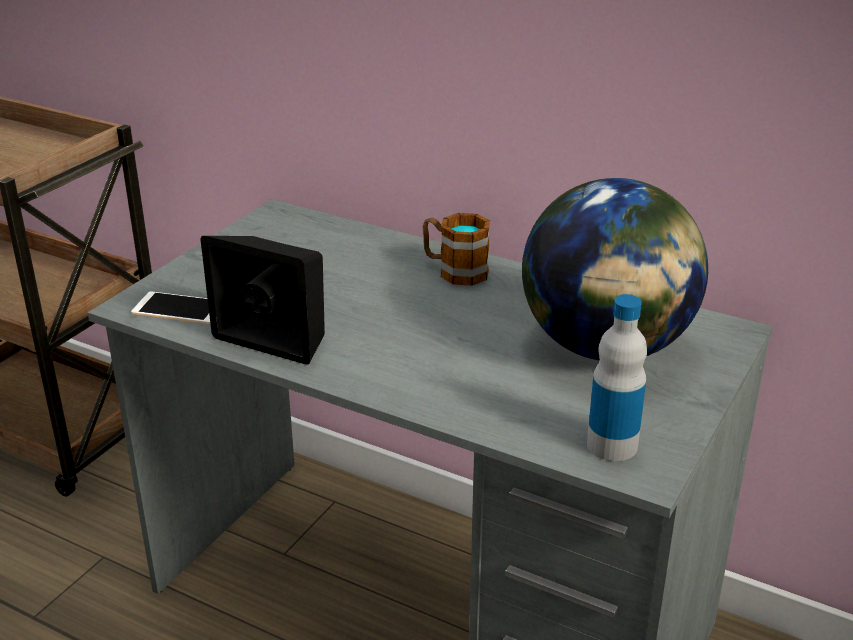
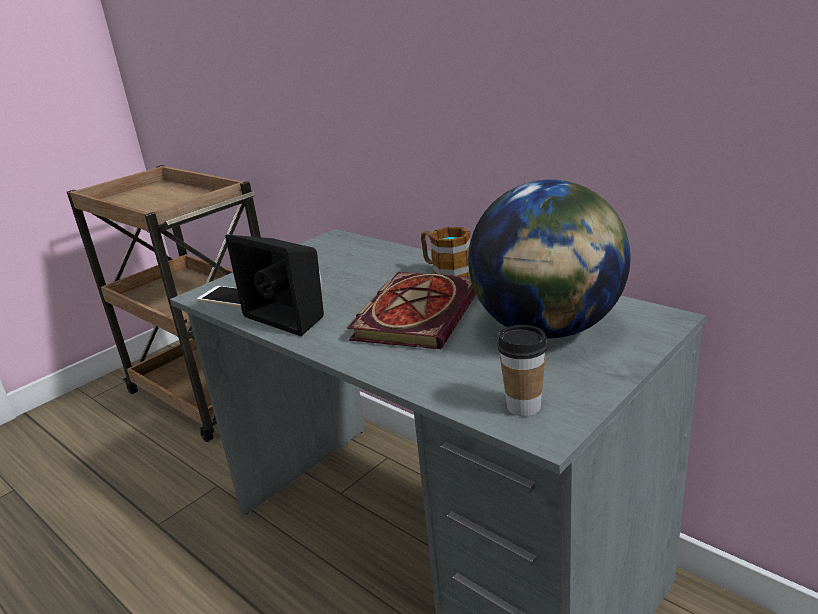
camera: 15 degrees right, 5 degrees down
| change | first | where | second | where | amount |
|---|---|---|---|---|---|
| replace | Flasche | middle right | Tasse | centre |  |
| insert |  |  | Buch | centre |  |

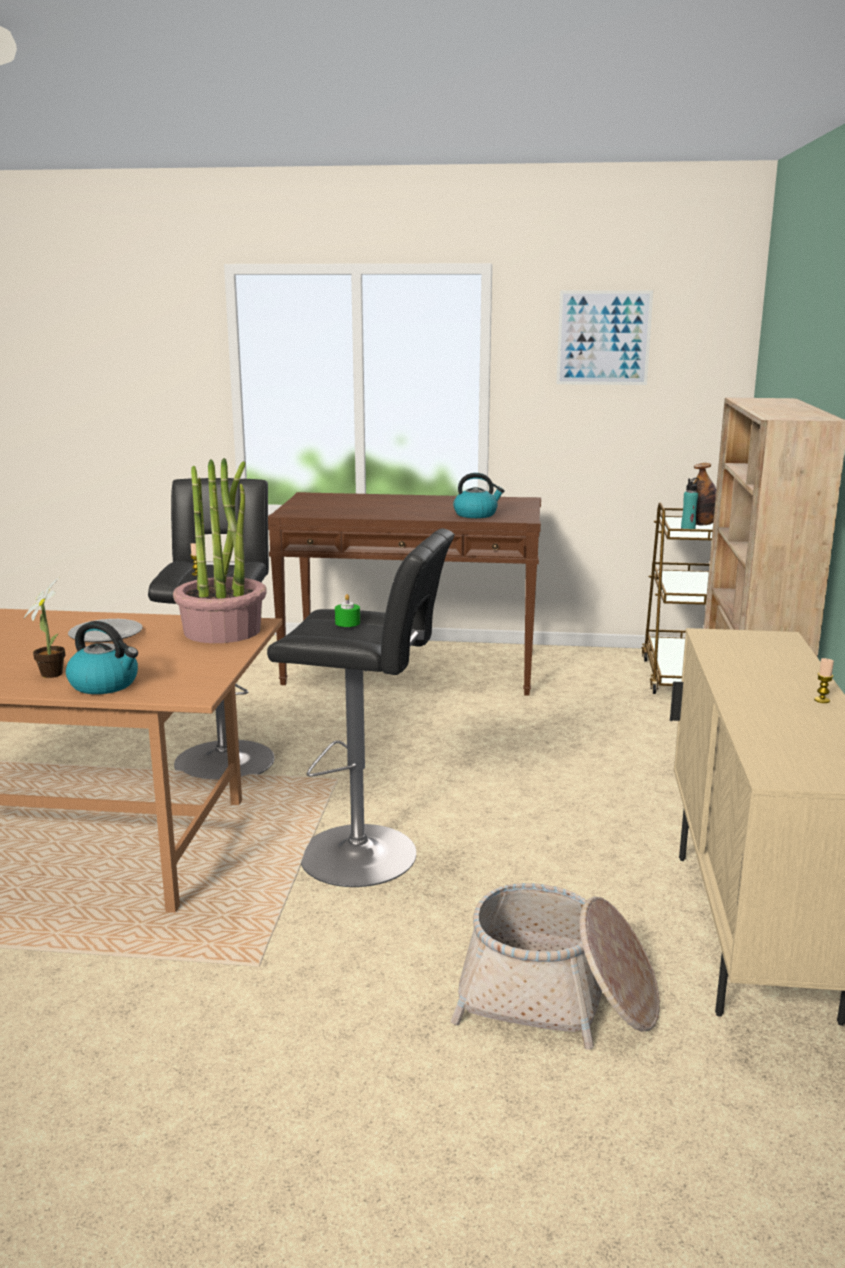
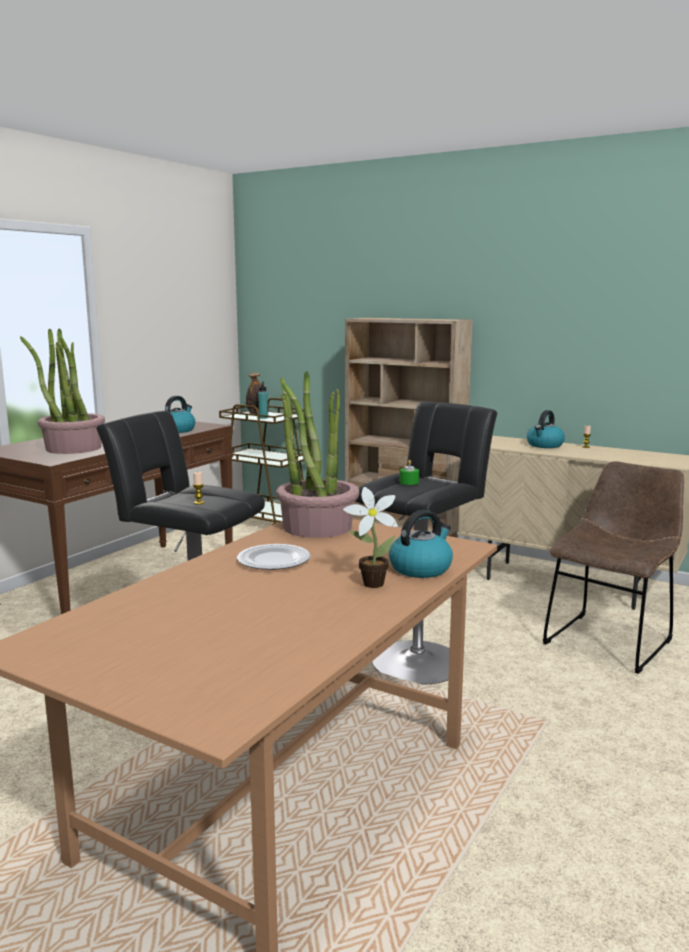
camera: 65 degrees left, 5 degrees down
| change | first | where | second | where | amount |
|---|---|---|---|---|---|
| replace | Korb | bottom centre | Stuhl/braun | middle right |  |
| delete | Bild | top right |  |  |  |
| insert |  |  | Topfpflanze (1st from left) | middle left |  |
| insert |  |  | Wasserkessel (3rd from left) | middle right |  |

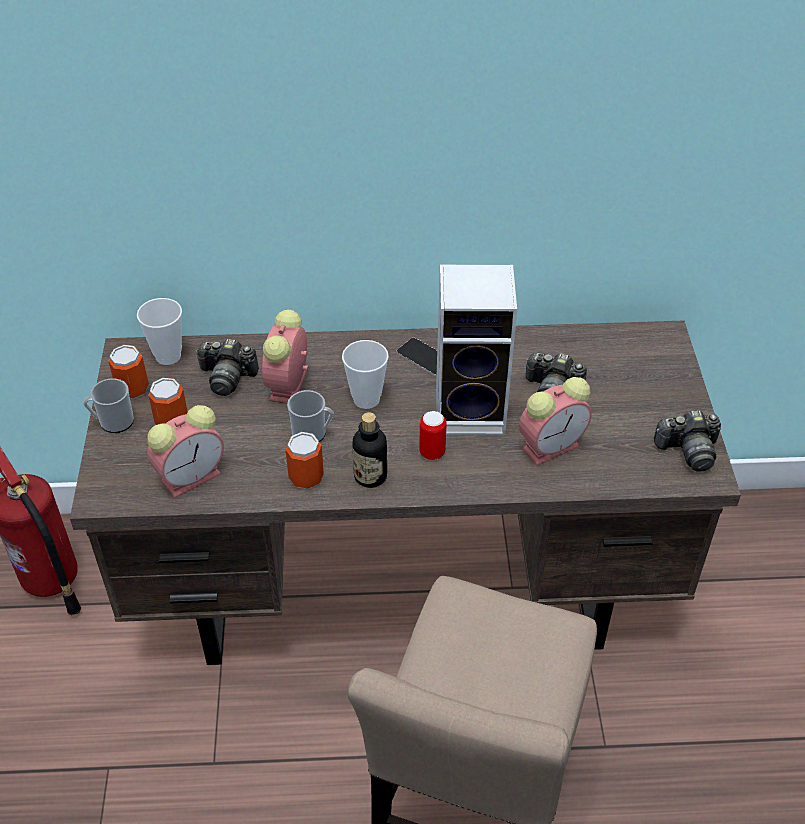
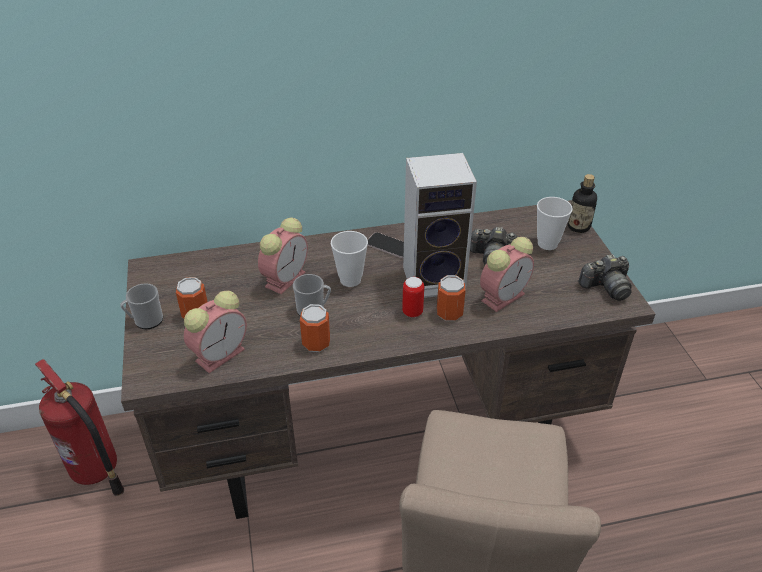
camera: 10 degrees left, 5 degrees down
| change | first | where | second | where | amount |
|---|---|---|---|---|---|
| move | Dose (1st from left in the first image) | middle left | Dose (4th from left) | centre |  |
| move | Tasse (1st from left in the first image) | middle left | Tasse (2nd from left) | middle right |  |
| delete | Kamera (1st from left) | middle left |  |  |  |
| rotate | Wecker (2nd from left) | centre |  | centre | 150 degrees counterclockwise |
| move | Flasche | centre |  | middle right |  |

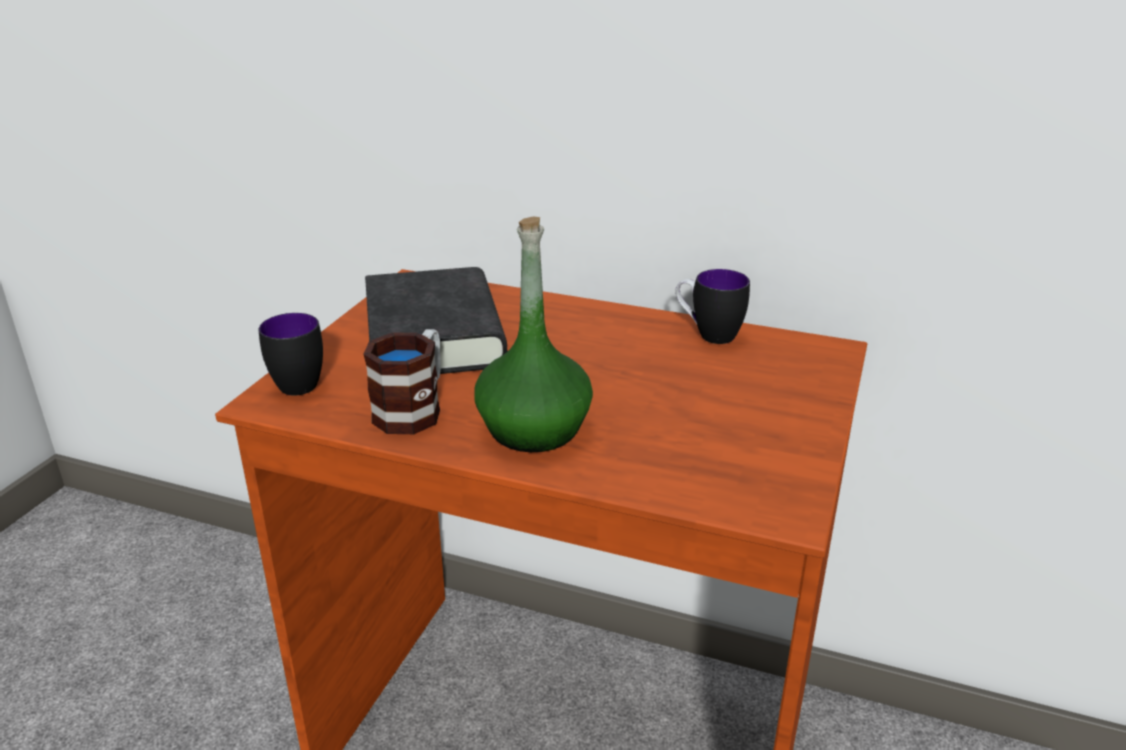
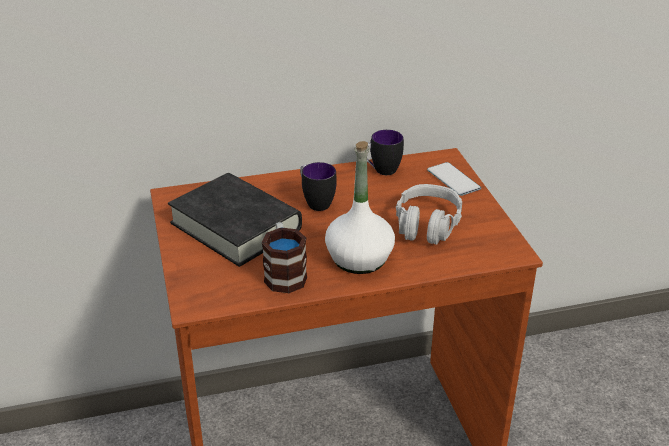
camera: 35 degrees left, 5 degrees up
| change | first | where | second | where | amount |
|---|---|---|---|---|---|
| move | Henkelbecher (1st from left in the first image) | middle left | Henkelbecher (2nd from left) | centre |  |
| recolor | Flasche/grün | centre | Flasche/weiß | centre |  |
| insert |  |  | Kopfhörer/grau | centre |  |
| insert |  |  | Handy | middle right |  |

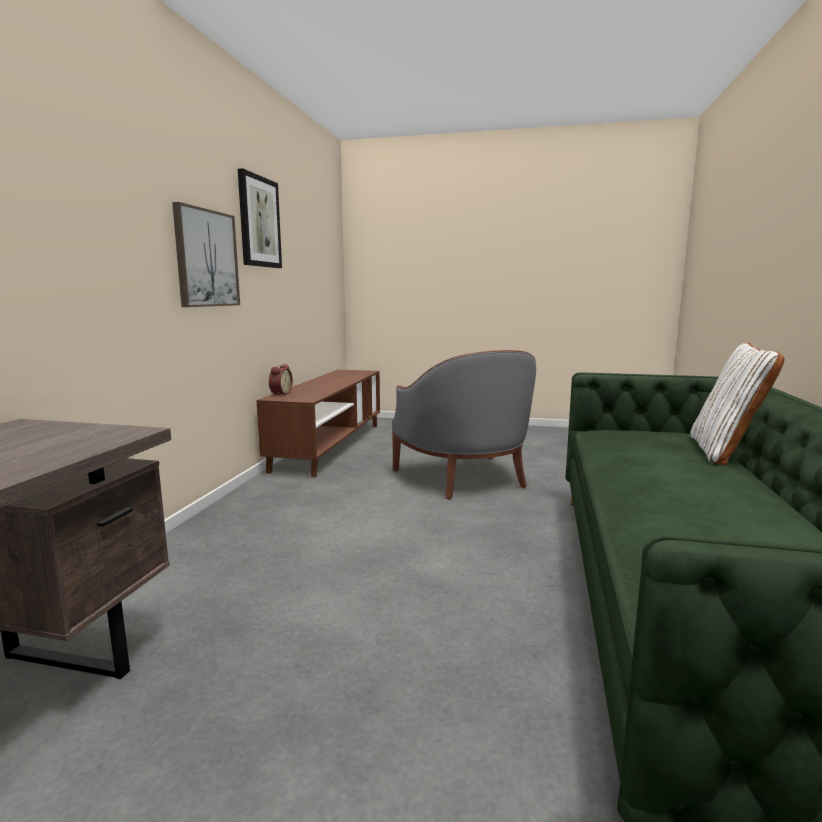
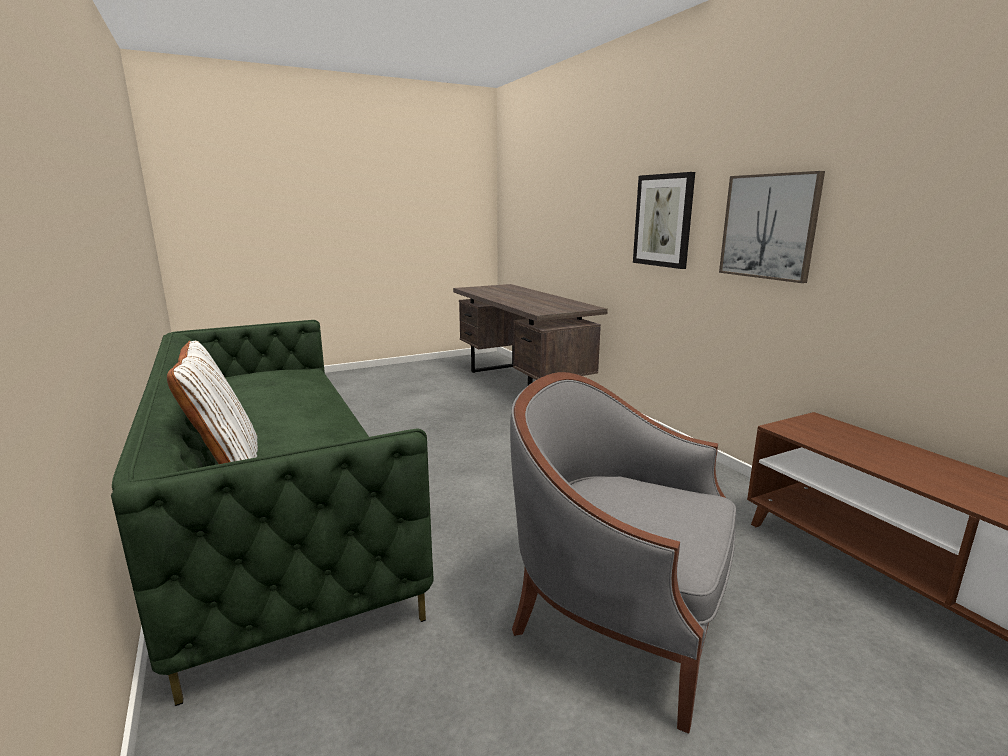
camera: 140 degrees right, 5 degrees up
| change | first | where | second | where | amount |
|---|---|---|---|---|---|
| move | Bild (2nd from left in the first image) | top left | Bild (1st from left) | top centre |  |
| delete | Wecker | centre |  |  |  |

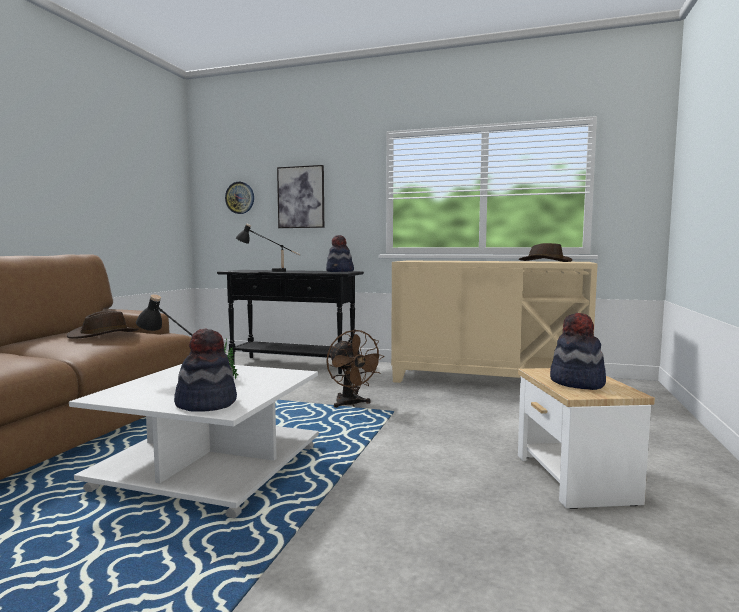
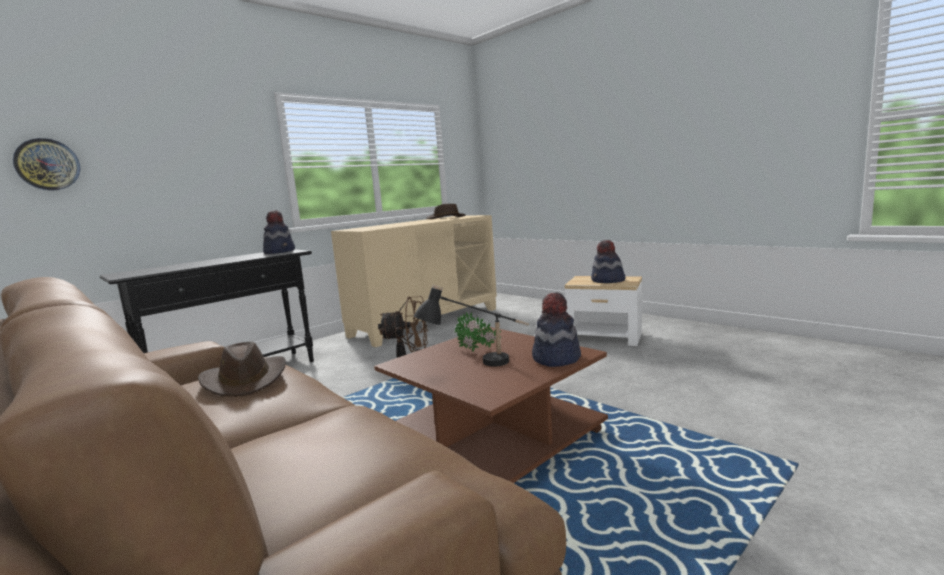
camera: 60 degrees left, 5 degrees up
| change | first | where | second | where | amount |
|---|---|---|---|---|---|
| recolor | Couchtisch/weiß | bottom left | Couchtisch/braun | bottom centre |  |
| delete | Tischlampe/schwarz (2nd from left) | centre |  |  |  |
| delete | Bild | top centre |  |  |  |

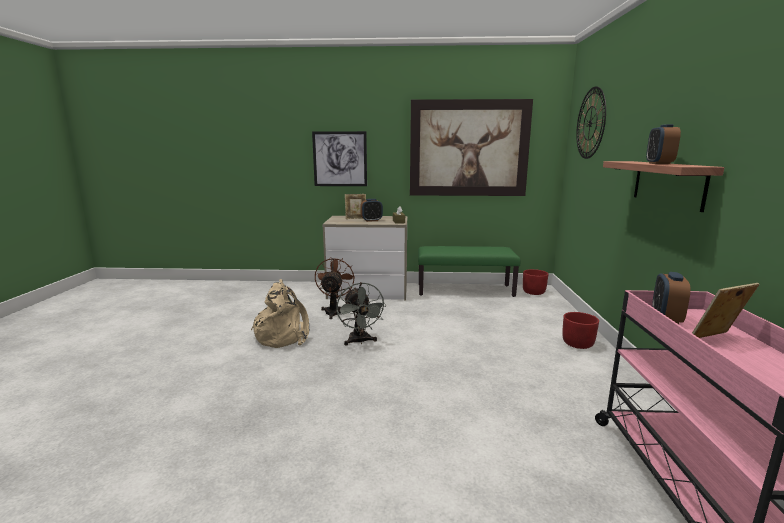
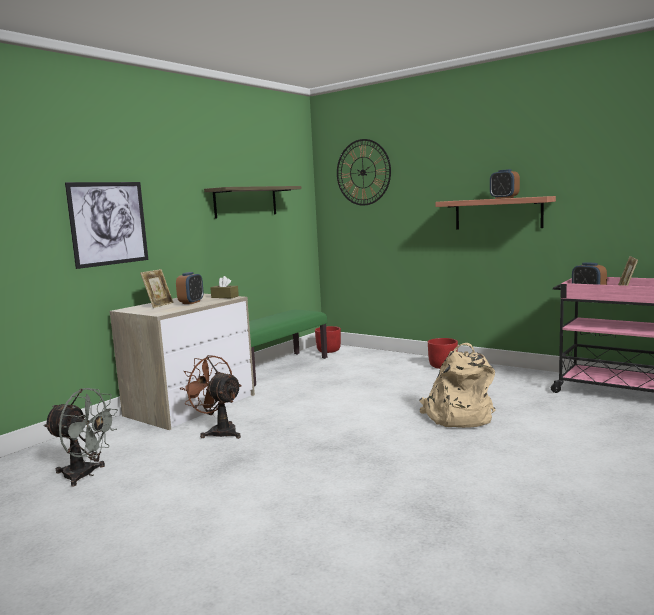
camera: 55 degrees left, 5 degrees down
| change | first | where | second | where | amount |
|---|---|---|---|---|---|
| move | Rucksack/beige | centre |  | middle right |  |
| move | Ventilator/grau | centre |  | bottom left |  |
| replace | Bild (2nd from left) | top centre | Wandregal (1st from left) | top centre |  |

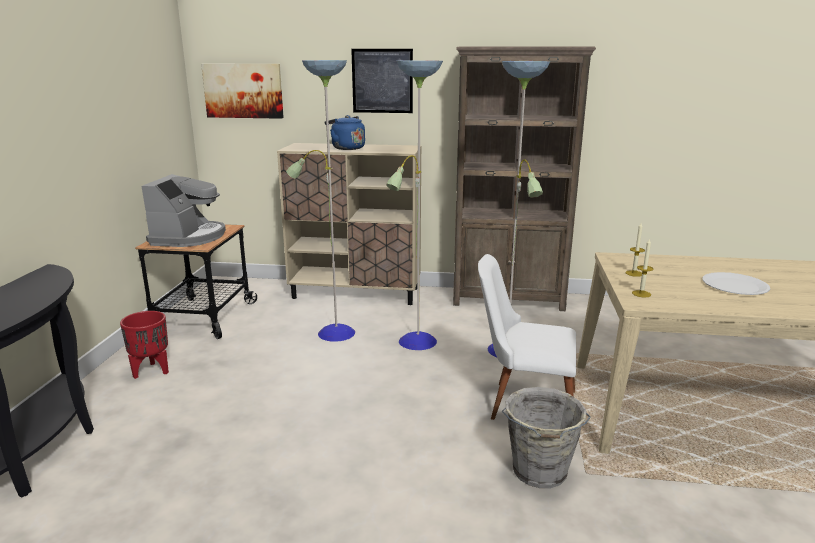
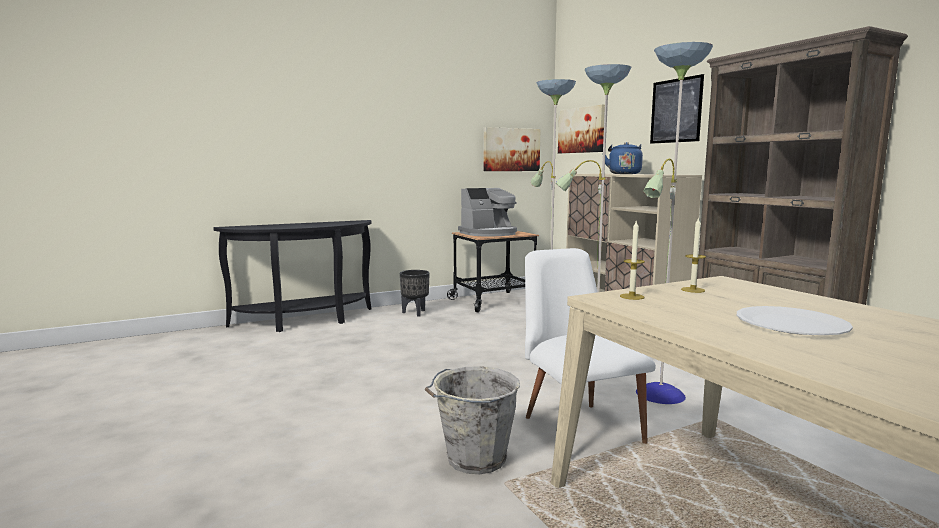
camera: 55 degrees right, 10 degrees down
| change | first | where | second | where | amount |
|---|---|---|---|---|---|
| recolor | Pflanzkübel/rot | middle left | Pflanzkübel/schwarz | centre |  |
| insert |  |  | Bild (1st from left) | top centre |  |

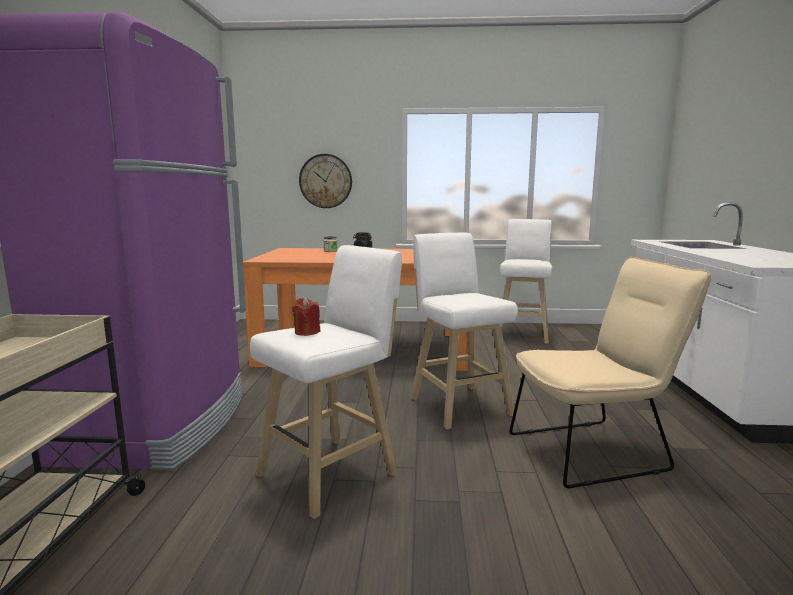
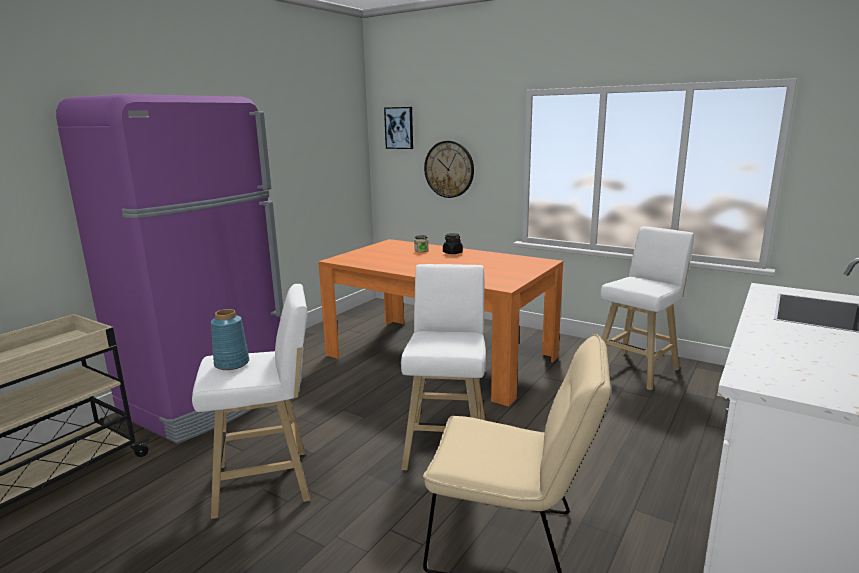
camera: 30 degrees right, 5 degrees up
| change | first | where | second | where | amount |
|---|---|---|---|---|---|
| replace | Kerze/rot | centre | Vase/blau | middle left |  |
| insert |  |  | Bild | top centre |  |

